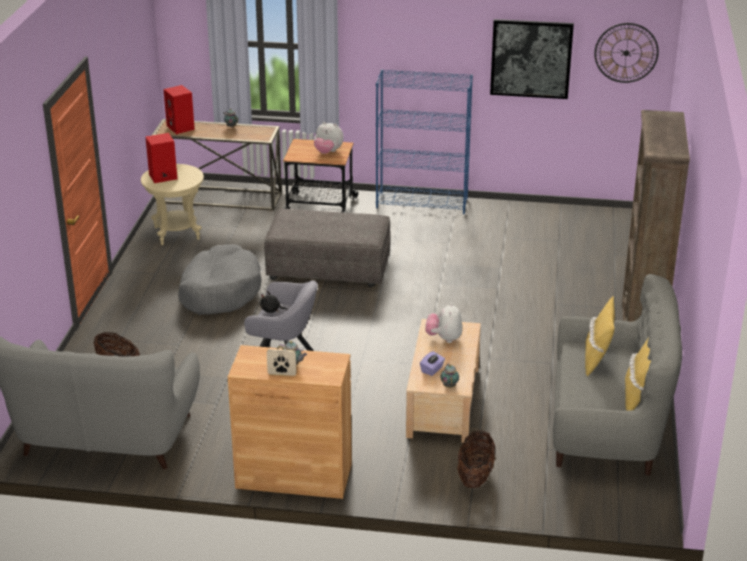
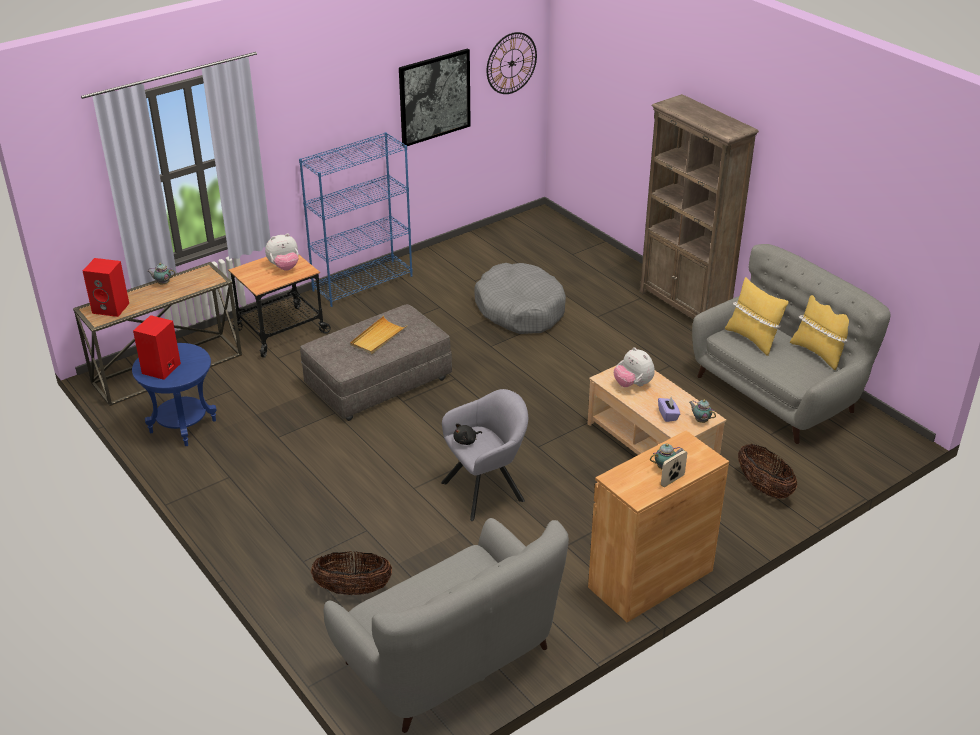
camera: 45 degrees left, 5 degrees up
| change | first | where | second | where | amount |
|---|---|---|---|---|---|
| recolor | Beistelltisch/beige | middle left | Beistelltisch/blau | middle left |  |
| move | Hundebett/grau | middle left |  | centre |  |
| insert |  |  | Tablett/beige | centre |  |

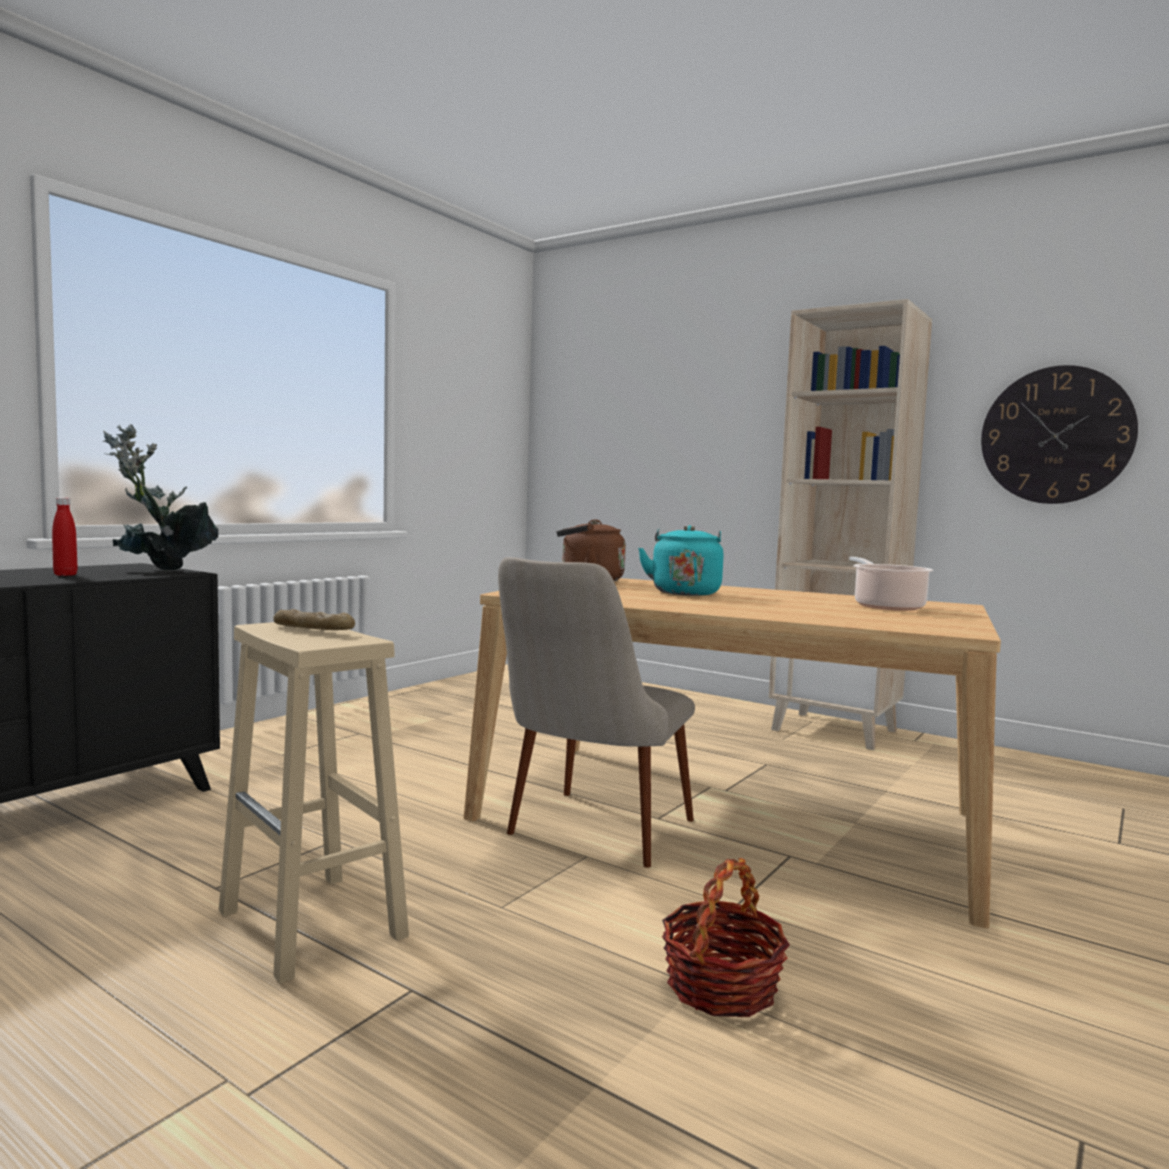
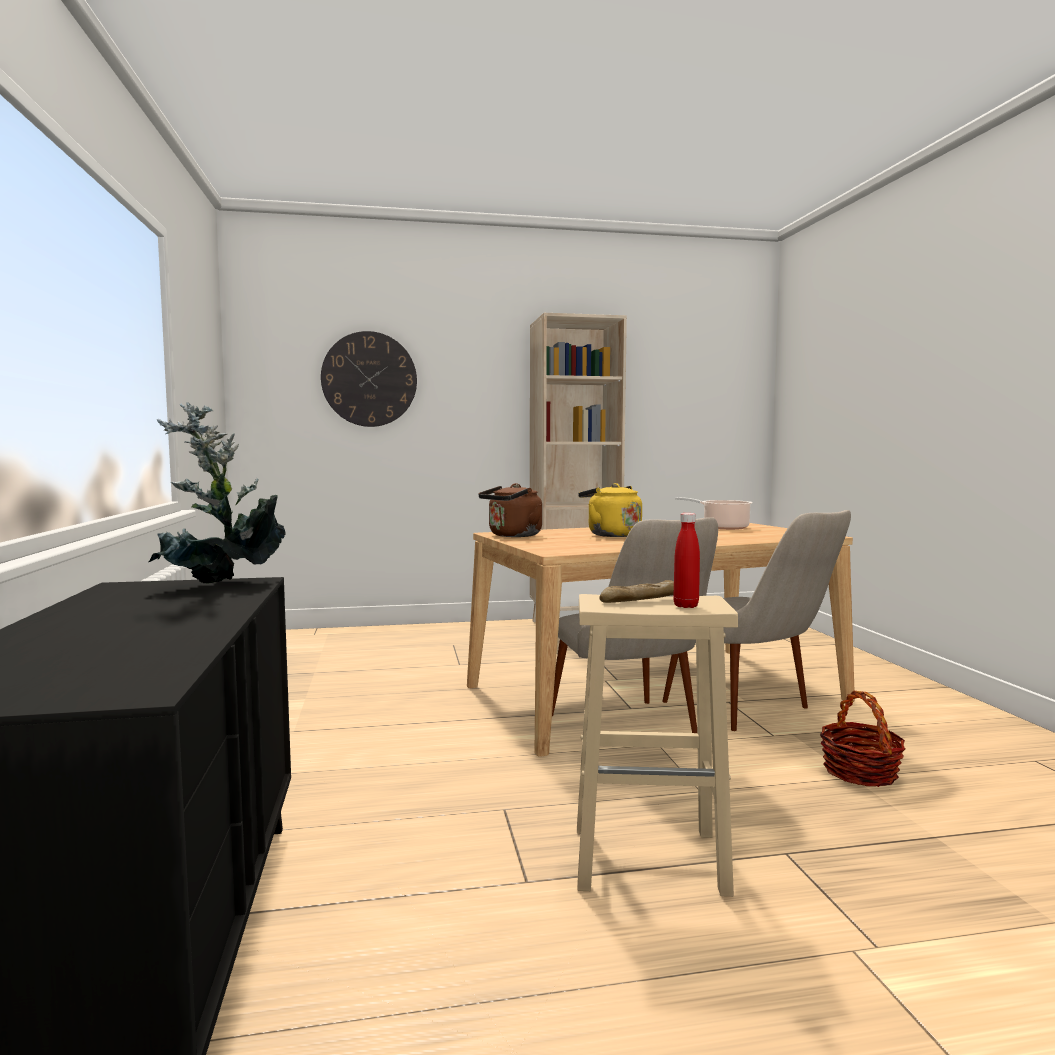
camera: 45 degrees left, 0 degrees up
| change | first | where | second | where | amount |
|---|---|---|---|---|---|
| move | Flasche/rot | middle left |  | centre |  |
| recolor | Wasserkessel/türkis | centre | Wasserkessel/gelb | centre |  |
| move | Wanduhr | middle right |  | centre |  |
| insert |  |  | Stuhl/beige (2nd from left) | middle right |  |

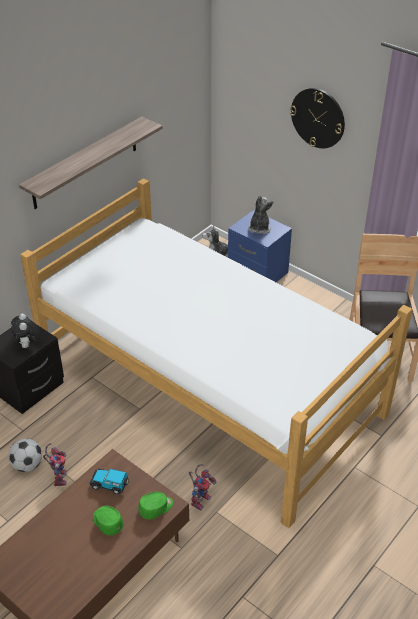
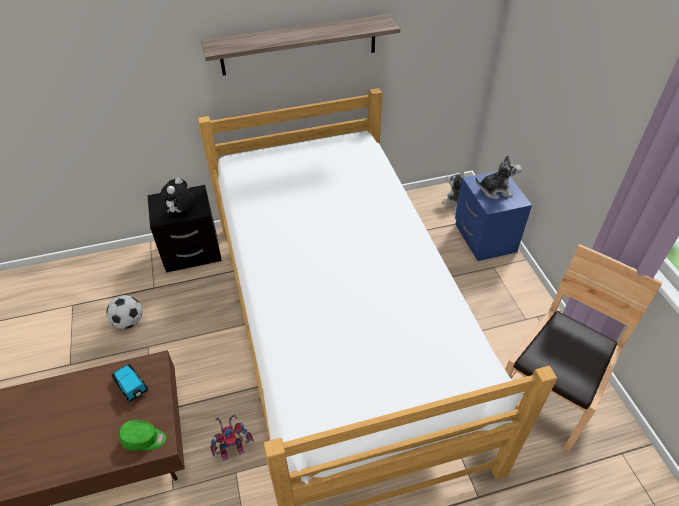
camera: 35 degrees right, 5 degrees up
| change | first | where | second | where | amount |
|---|---|---|---|---|---|
| delete | Spielzeugroboter (1st from left) | bottom left |  |  |  |
| delete | Kappe/grün (1st from left) | bottom left |  |  |  |
| rotate | Plüschtier (3rd from left) | centre |  | middle right | 45 degrees clockwise |
| delete | Wanduhr | top right |  |  |  |

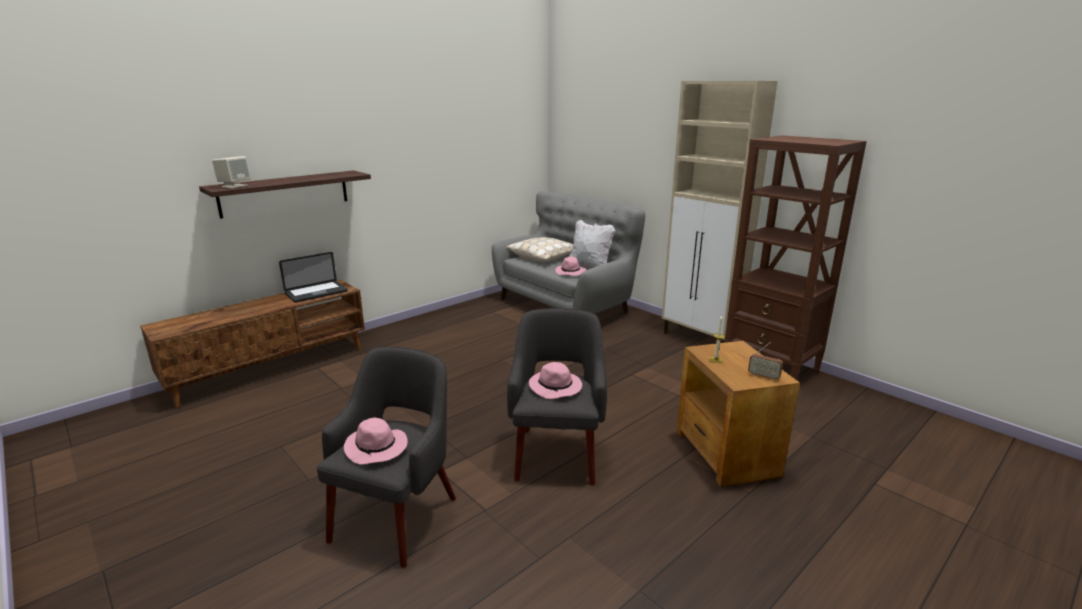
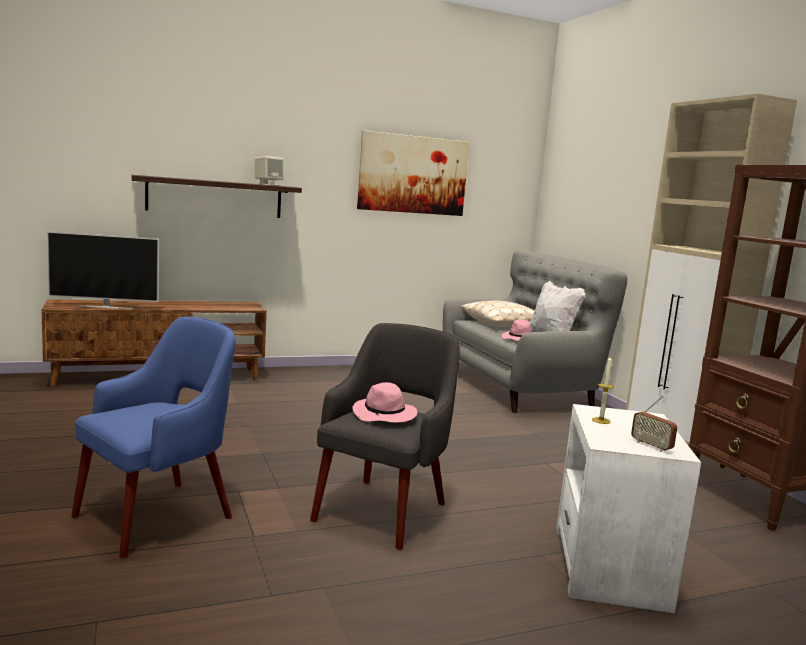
camera: 20 degrees right, 10 degrees down
| change | first | where | second | where | amount |
|---|---|---|---|---|---|
| move | Lautsprecher/beige | top left |  | top centre |  |
| delete | Laptop | middle left |  |  |  |
| recolor | Sessel/grau (1st from left) | bottom centre | Sessel/blau | bottom left |  |
| delete | Hut/rosa (1st from left) | bottom centre |  |  |  |
| recolor | Beistelltisch/braun | bottom right | Beistelltisch/weiß | bottom right |  |
| insert |  |  | Fernseher | middle left |  |
| insert |  |  | Bild | top centre |  |

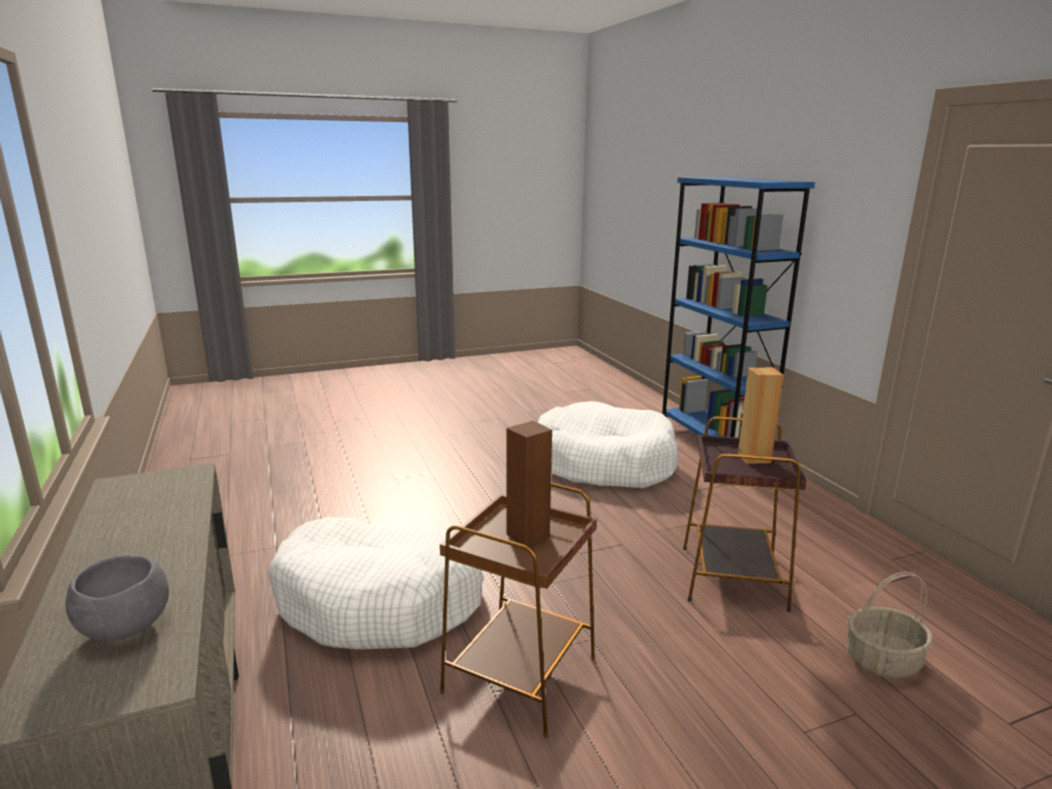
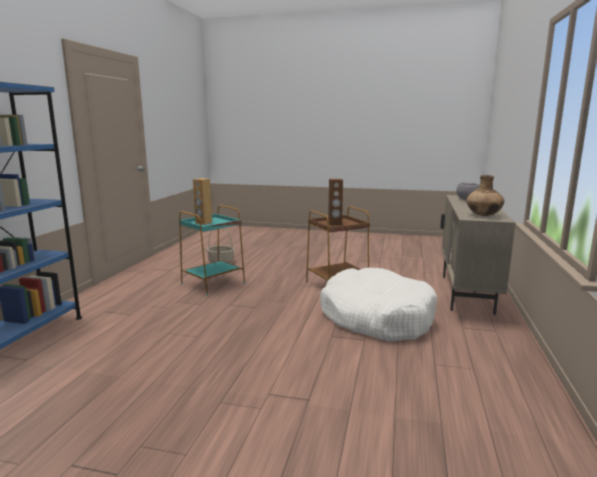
camera: 145 degrees left, 5 degrees down
| change | first | where | second | where | amount |
|---|---|---|---|---|---|
| delete | Hundebett/weiß (2nd from left) | centre |  |  |  |
| recolor | Beistelltisch/braun (2nd from left) | middle right | Beistelltisch/türkis | centre |  |
| insert |  |  | Vase/braun | middle right |  |

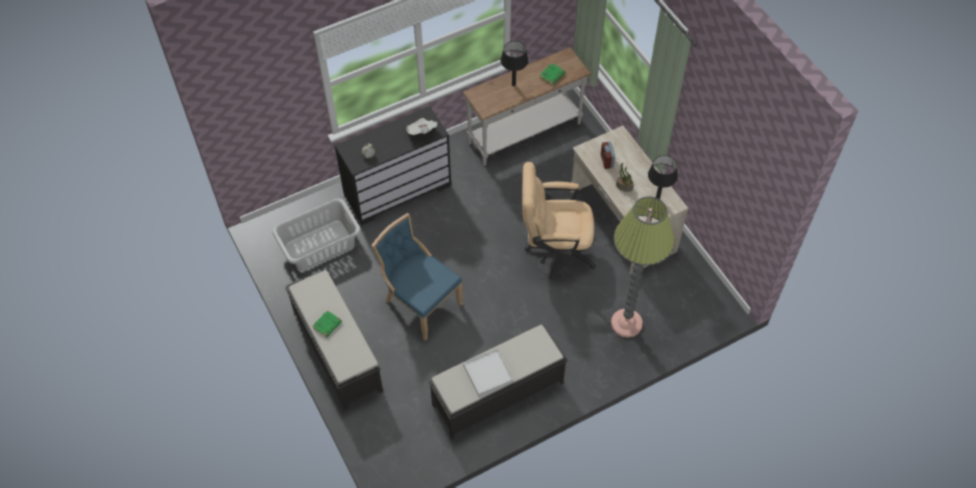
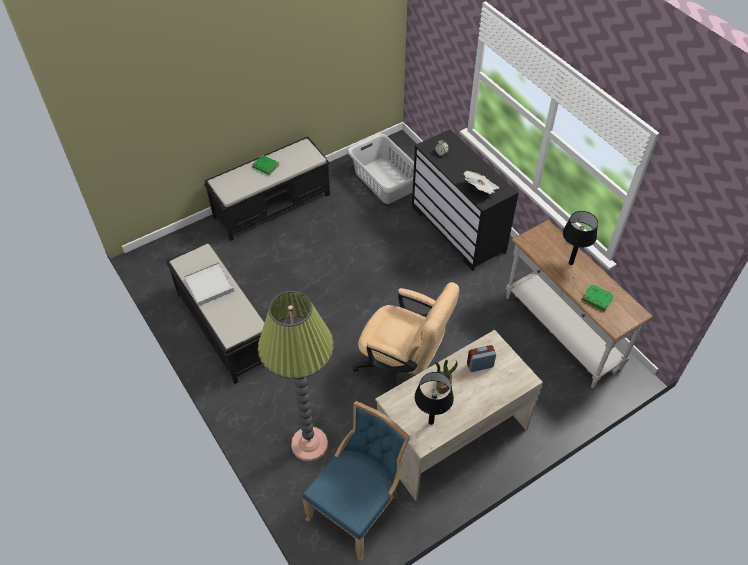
camera: 85 degrees right, 5 degrees down
| change | first | where | second | where | amount |
|---|---|---|---|---|---|
| move | Stuhl/blau | centre |  | bottom centre |  |
| rotate | Bürostuhl/beige | centre |  | centre | 120 degrees clockwise |

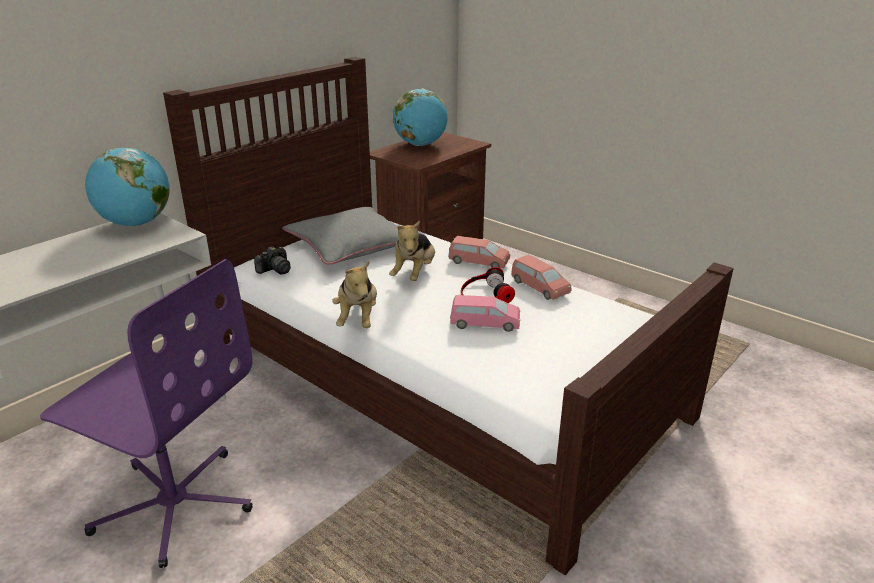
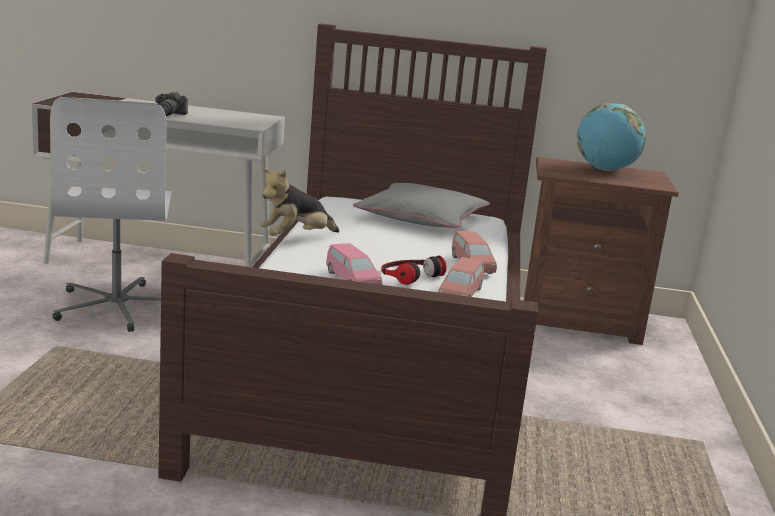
camera: 55 degrees right, 10 degrees down
| change | first | where | second | where | amount |
|---|---|---|---|---|---|
| recolor | Bürostuhl/lila | bottom left | Bürostuhl/weiß | middle left |  |
| delete | Globus (1st from left) | top left |  |  |  |
| move | Kamera | middle left |  | top left |  |
| delete | Plüschtier (2nd from left) | centre |  |  |  |

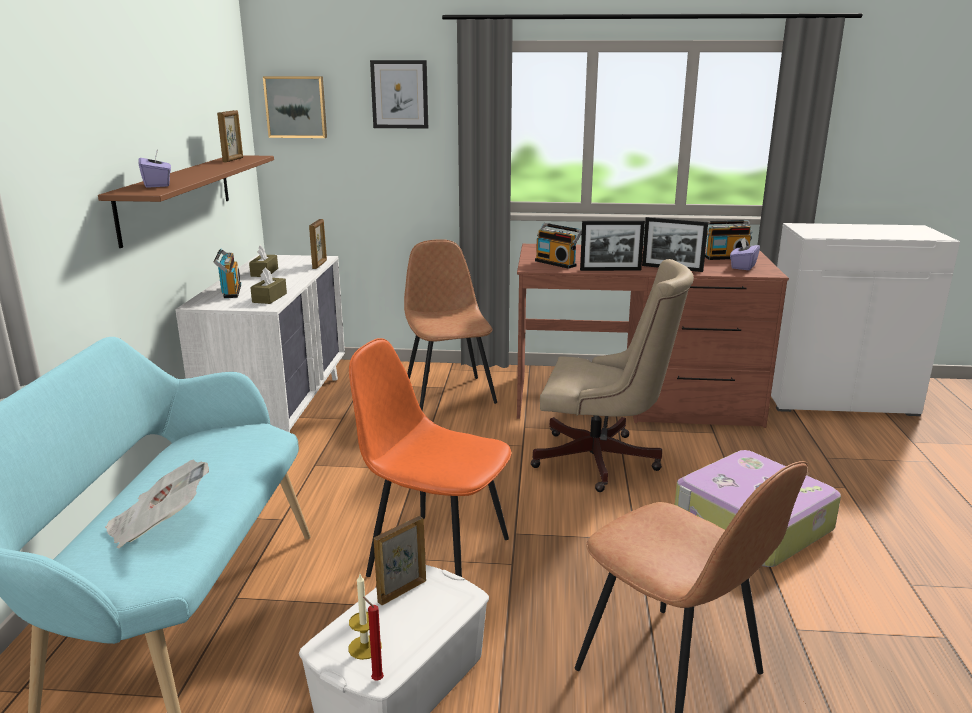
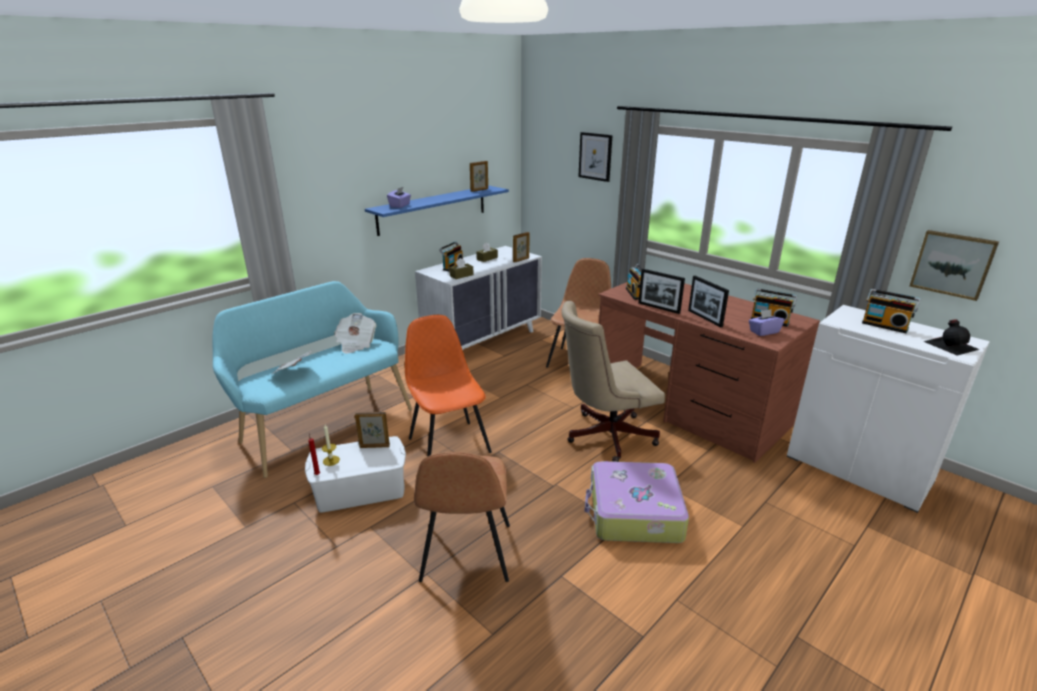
camera: 40 degrees right, 5 degrees up
| change | first | where | second | where | amount |
|---|---|---|---|---|---|
| recolor | Wandregal/braun | top left | Wandregal/blau | top centre |  |
| move | Bild (1st from left in the first image) | top left | Bild (2nd from left) | middle right |  |
| rotate | Bürostuhl/beige | centre |  | centre | 105 degrees clockwise |
| insert |  |  | Zeitung (2nd from left) | centre |  |
| insert |  |  | Radio (4th from left) | middle right |  |
| insert |  |  | Flasche/schwarz | middle right |  |

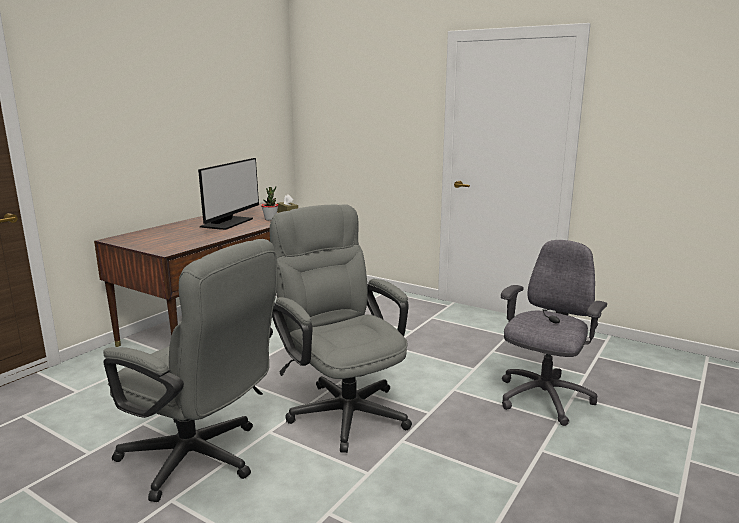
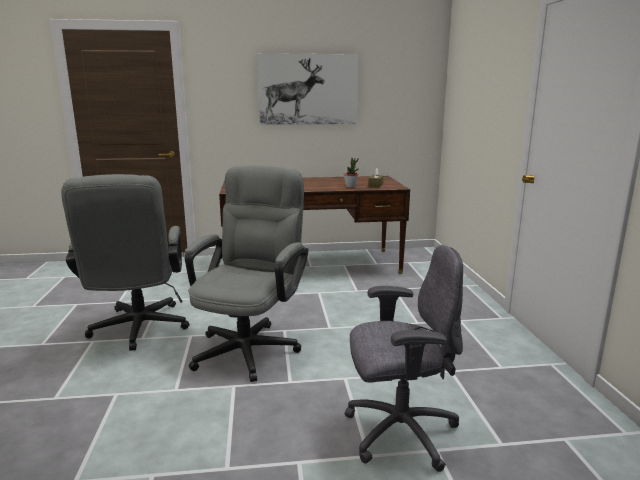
camera: 50 degrees right, 0 degrees up
| change | first | where | second | where | amount |
|---|---|---|---|---|---|
| delete | Monitor | middle left |  |  |  |
| insert |  |  | Bild | top centre |  |

